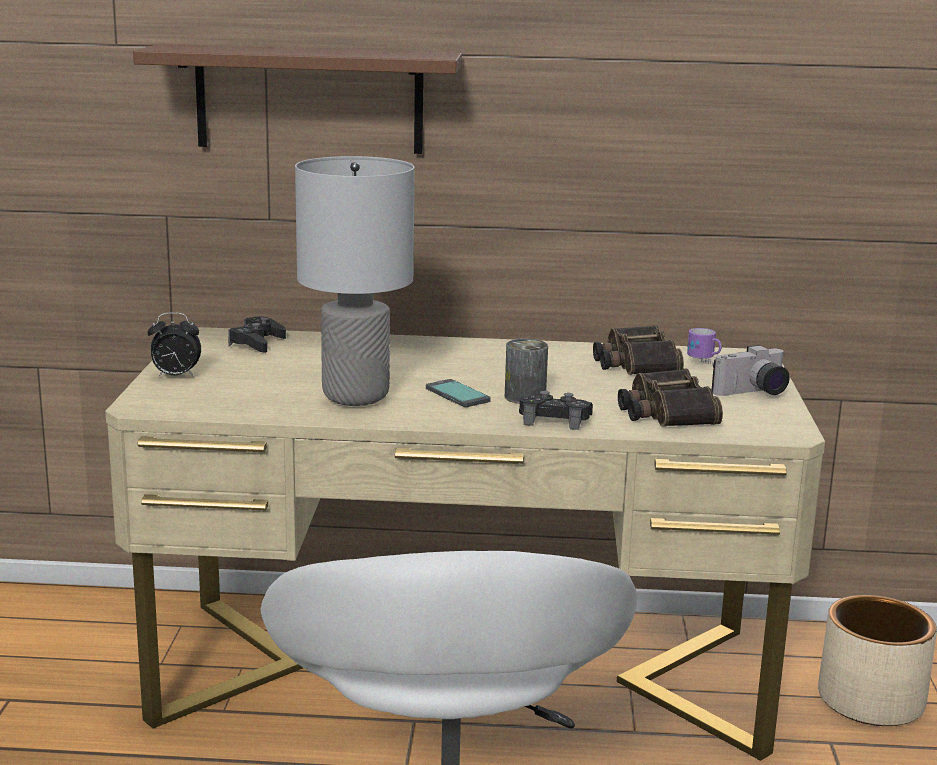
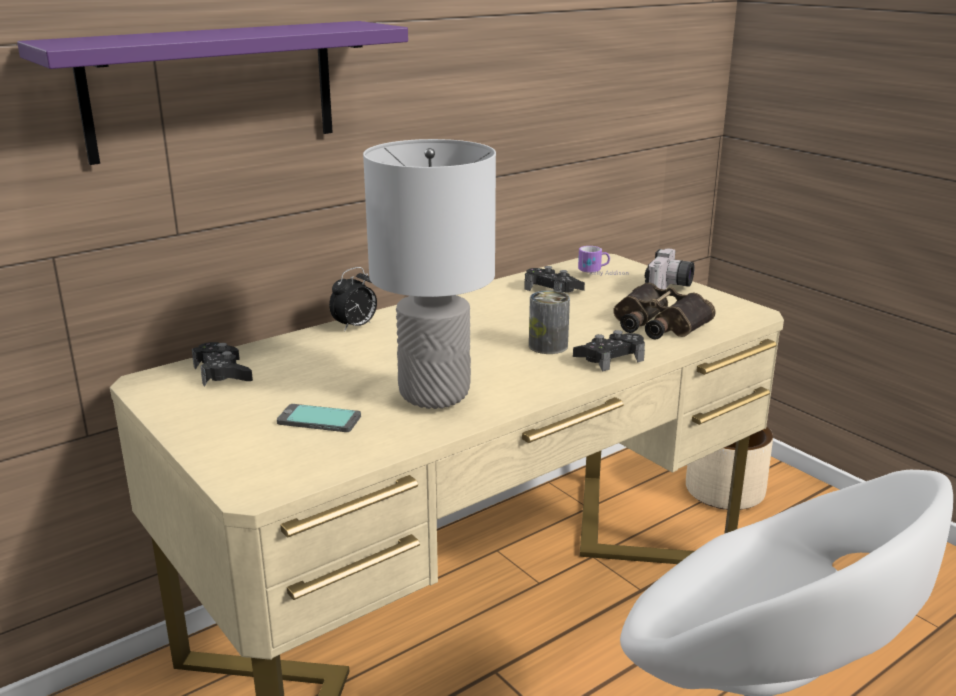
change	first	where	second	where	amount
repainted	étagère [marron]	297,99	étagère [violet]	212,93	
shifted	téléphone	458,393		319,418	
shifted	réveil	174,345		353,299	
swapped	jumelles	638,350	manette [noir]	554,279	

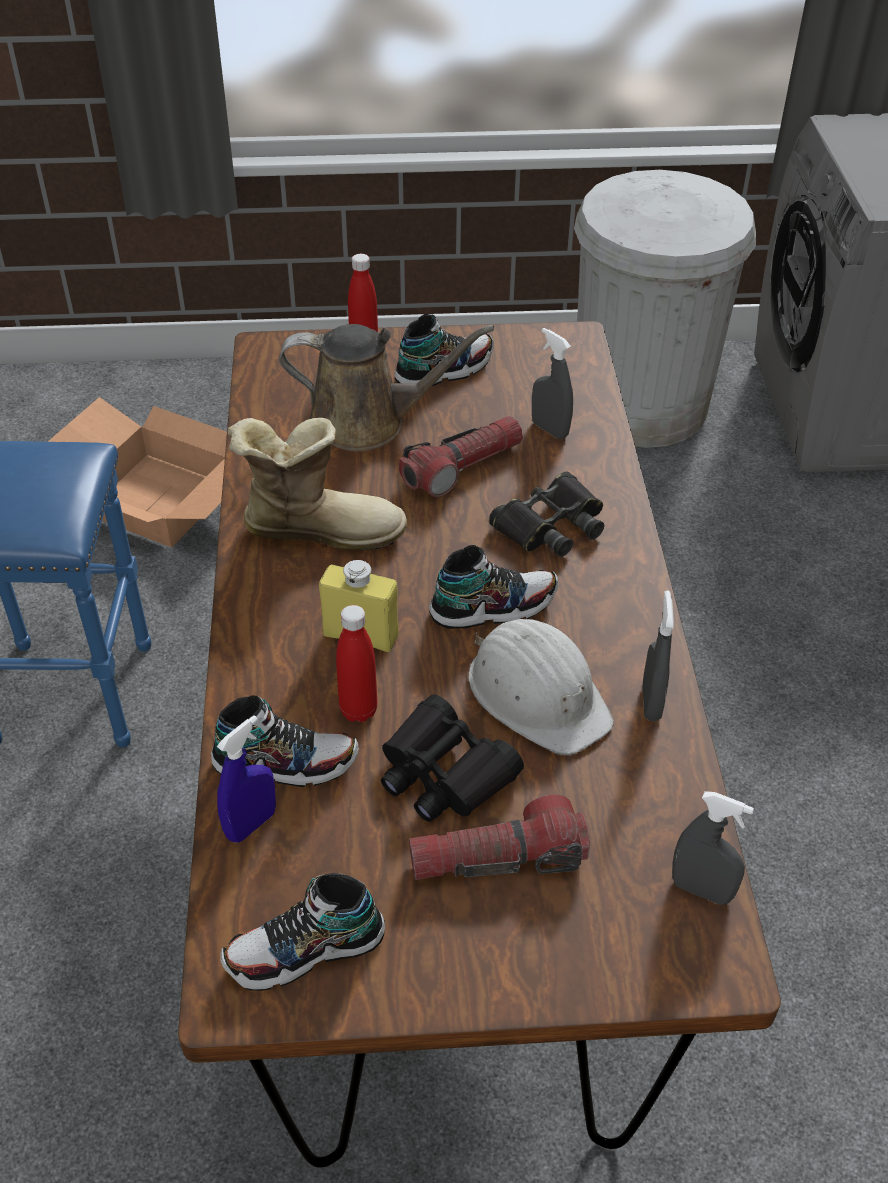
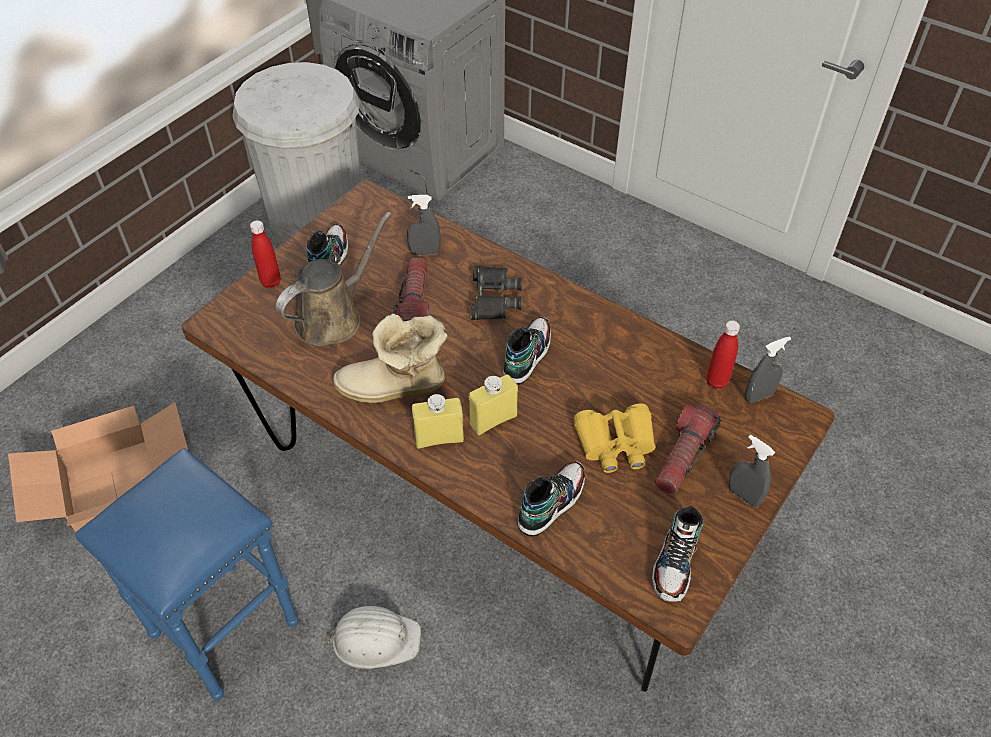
change	first	where	second	where	amount
shifted	casque de chantier [blanc]	541,687		373,637	
rotated	botte	317,484		390,358	135 degrees counterclockwise
new			bouteille [jaune]	438,421	
repainted	jumelles [noir]	452,758	jumelles [jaune]	615,438	
shifted	bouteille [rouge]	356,663		723,354	
shifted	vaporisateur [gris]	658,656		752,471	
gone	vaporisateur [bleu]	246,778			

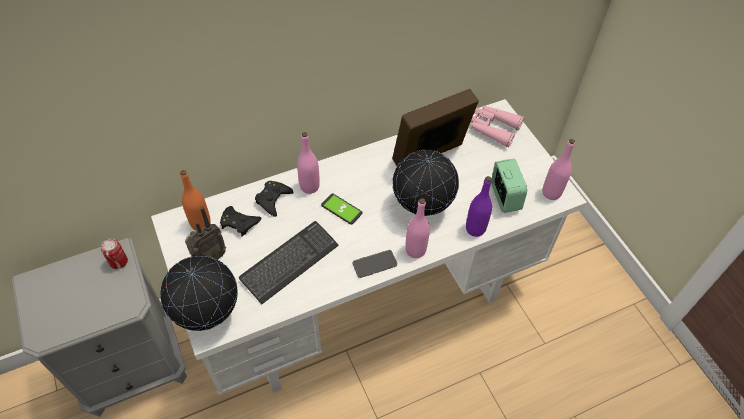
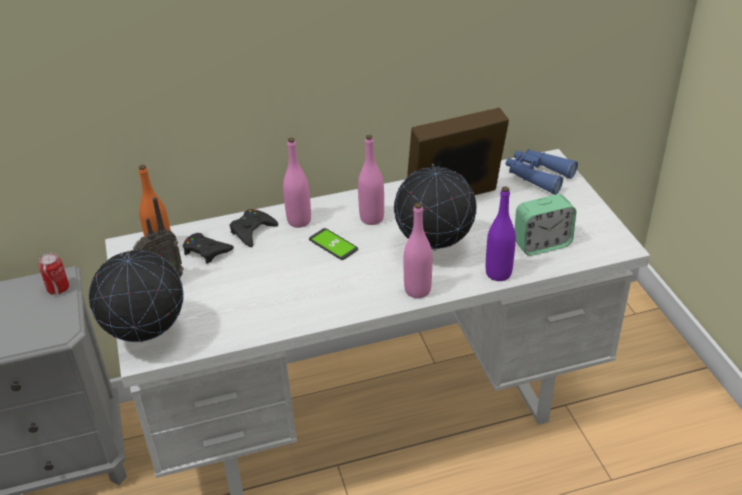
change	first	where	second	where	amount
shifted	bouteille [rose]	558,169		371,180	
repainted	jumelles [rose]	497,126	jumelles [bleu]	542,172	
rotated	réveil	509,186		545,225	75 degrees clockwise
gone	clavier	289,263			
gone	téléphone	375,264			

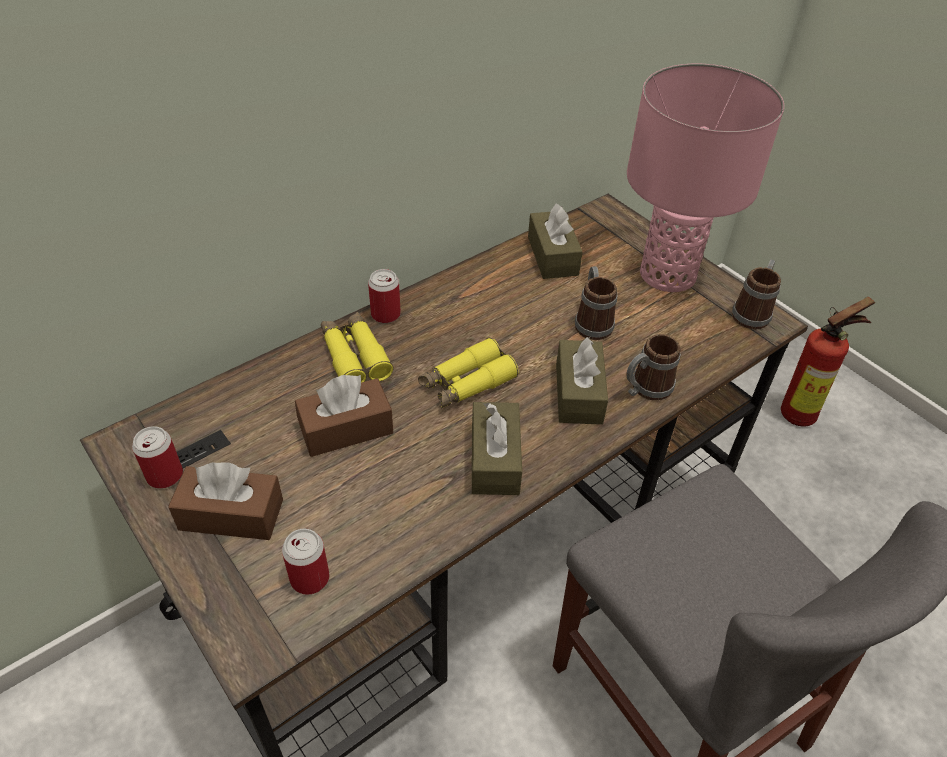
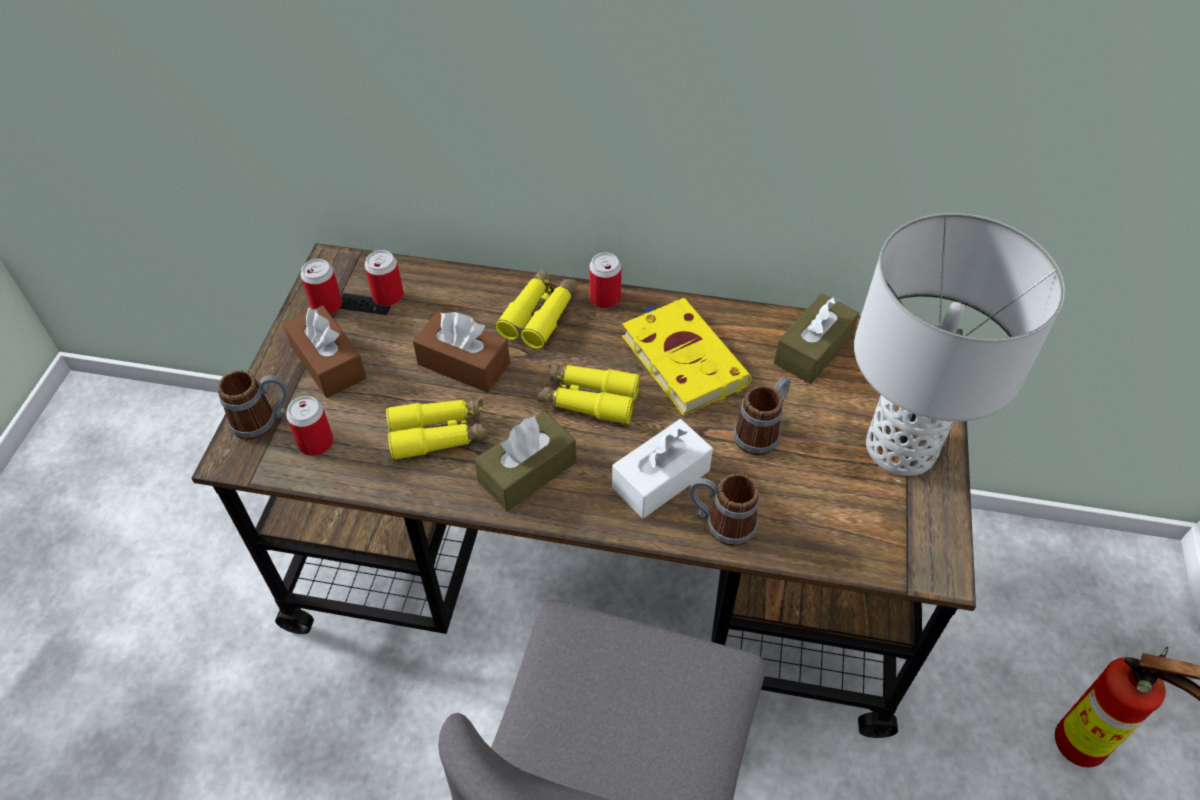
change	first	where	second	where	amount
shifted	mug	756,294		252,405	
new			boîte métallique	384,278	
new			jumelles [jaune]	437,429	
repainted	boîte à mouchoirs [marron]	582,381	boîte à mouchoirs [blanc]	662,468	
new			livre [jaune]	687,357	
repainted	lampe de table [rose]	705,178	lampe de table [blanc]	959,344	

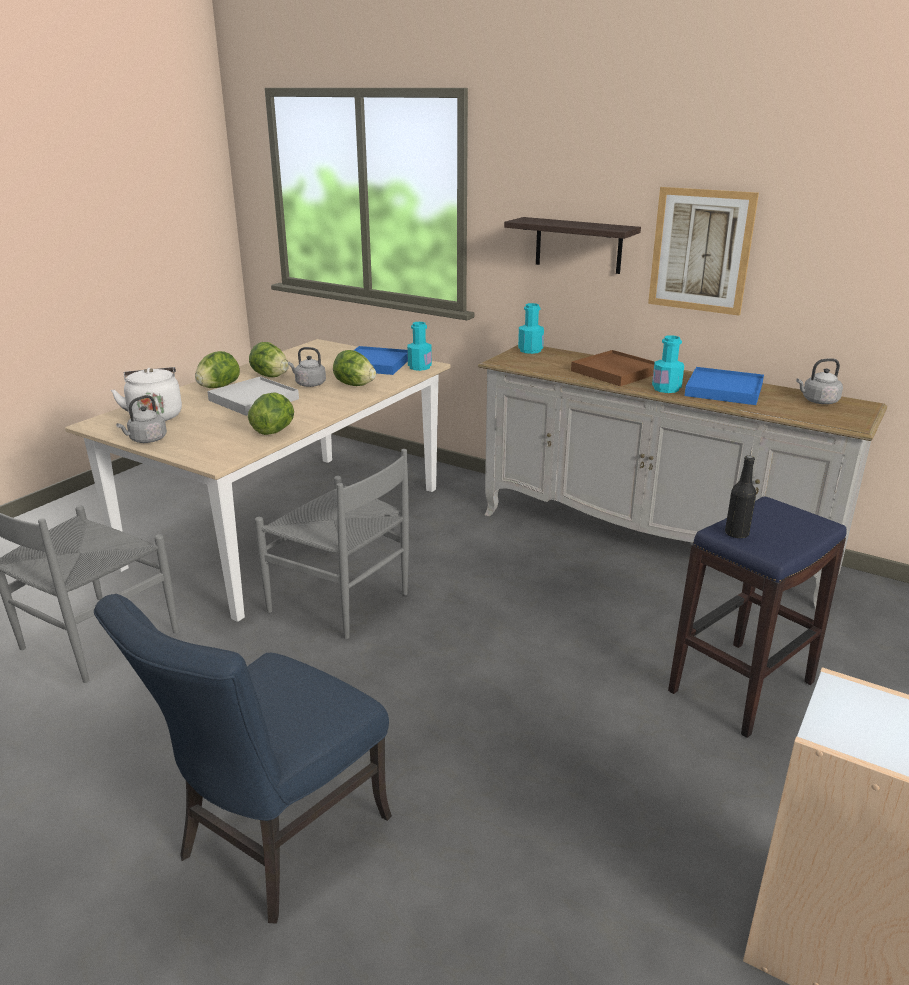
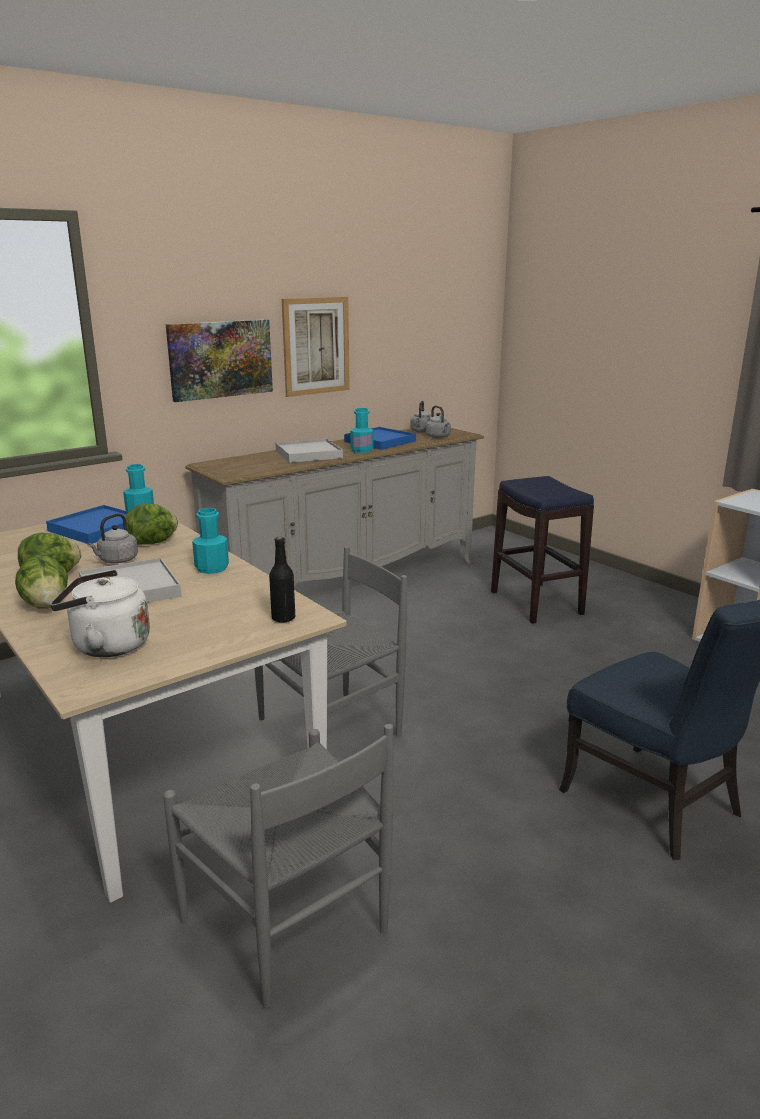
change	first	where	second	where	amount
swapped	étagère	572,245	tableau	219,360	
shifted	bouteille [turquoise]	531,328		210,541	
shifted	bouteille [noir]	740,496		282,579	
repainted	plateau [marron]	613,368	plateau [blanc]	309,451	
shifted	bouilloire [gris]	141,419		438,421	
gone	laitue	271,413			

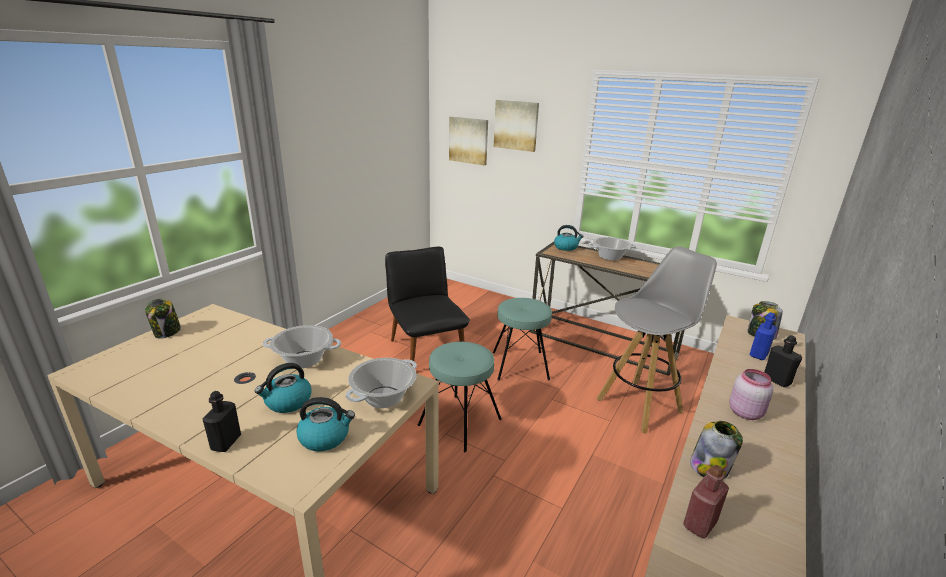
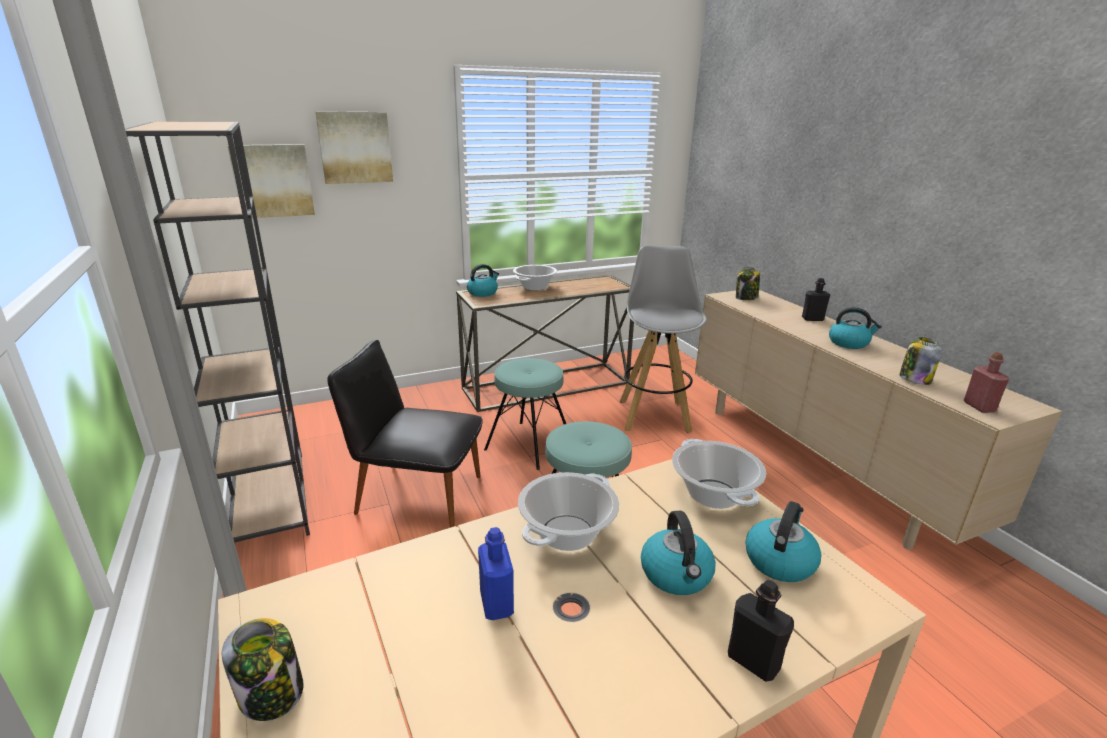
change	first	where	second	where	amount
new			bibliothèque	217,332	
shifted	bouteille [bleu]	763,336		496,573	
swapped	bocal [rose]	751,394	bouilloire	855,328	

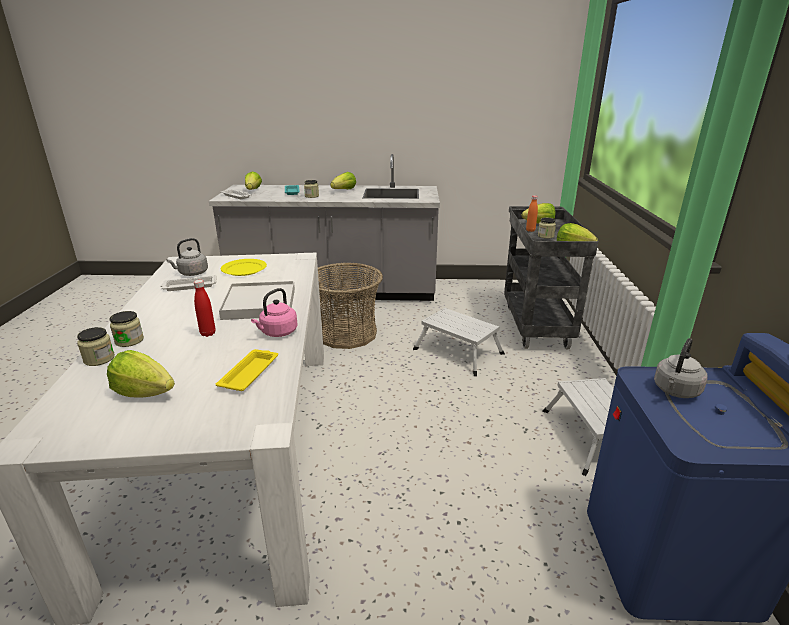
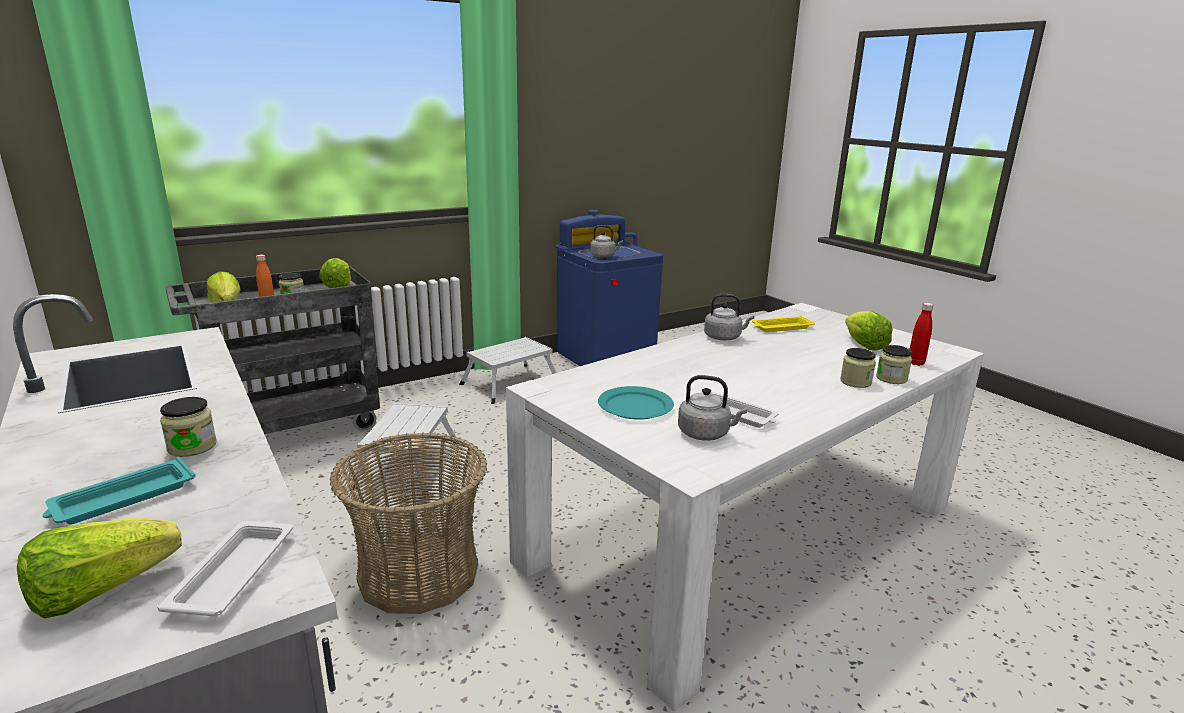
change	first	where	second	where	amount
repainted	assiette [jaune]	244,267	assiette [turquoise]	636,403	
repainted	bouilloire [rose]	274,312	bouilloire [gris]	729,317	
shifted	bouteille [rouge]	205,308		921,334	
gone	plateau [blanc]	257,300			
gone	laitue	343,180			

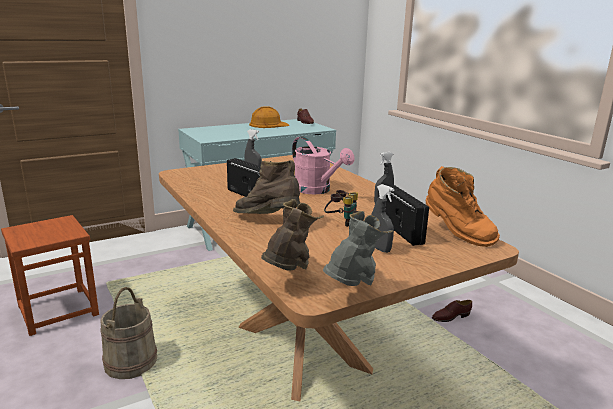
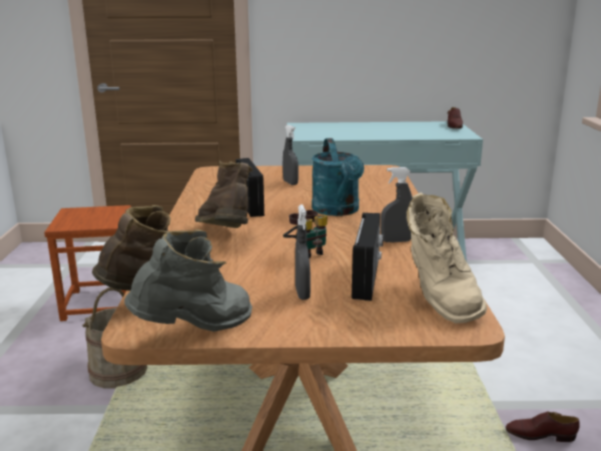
change	first	where	second	where	amount
repainted	arrosoir [rose]	323,165	arrosoir [turquoise]	338,177	
repainted	botte [orange]	463,206	botte [beige]	446,257	
gone	casque de chantier [orange]	269,117			

